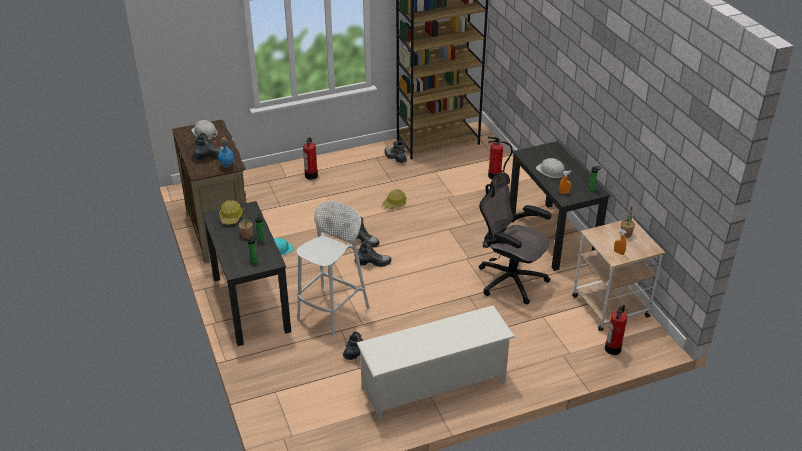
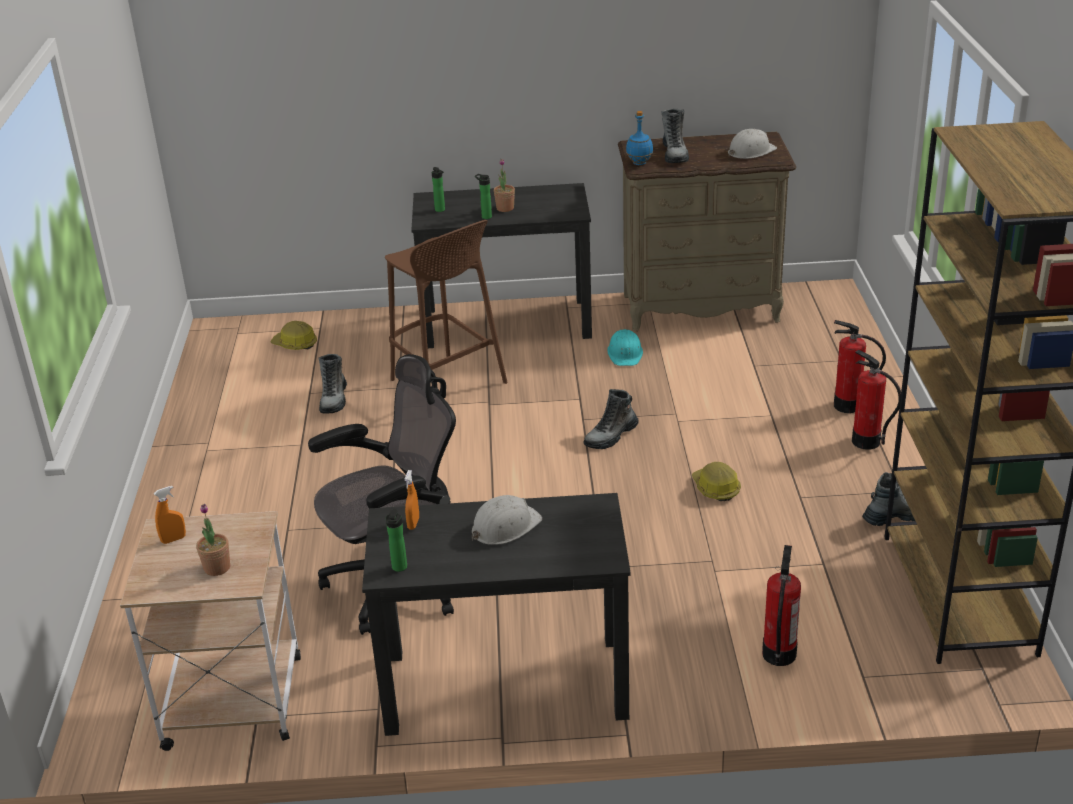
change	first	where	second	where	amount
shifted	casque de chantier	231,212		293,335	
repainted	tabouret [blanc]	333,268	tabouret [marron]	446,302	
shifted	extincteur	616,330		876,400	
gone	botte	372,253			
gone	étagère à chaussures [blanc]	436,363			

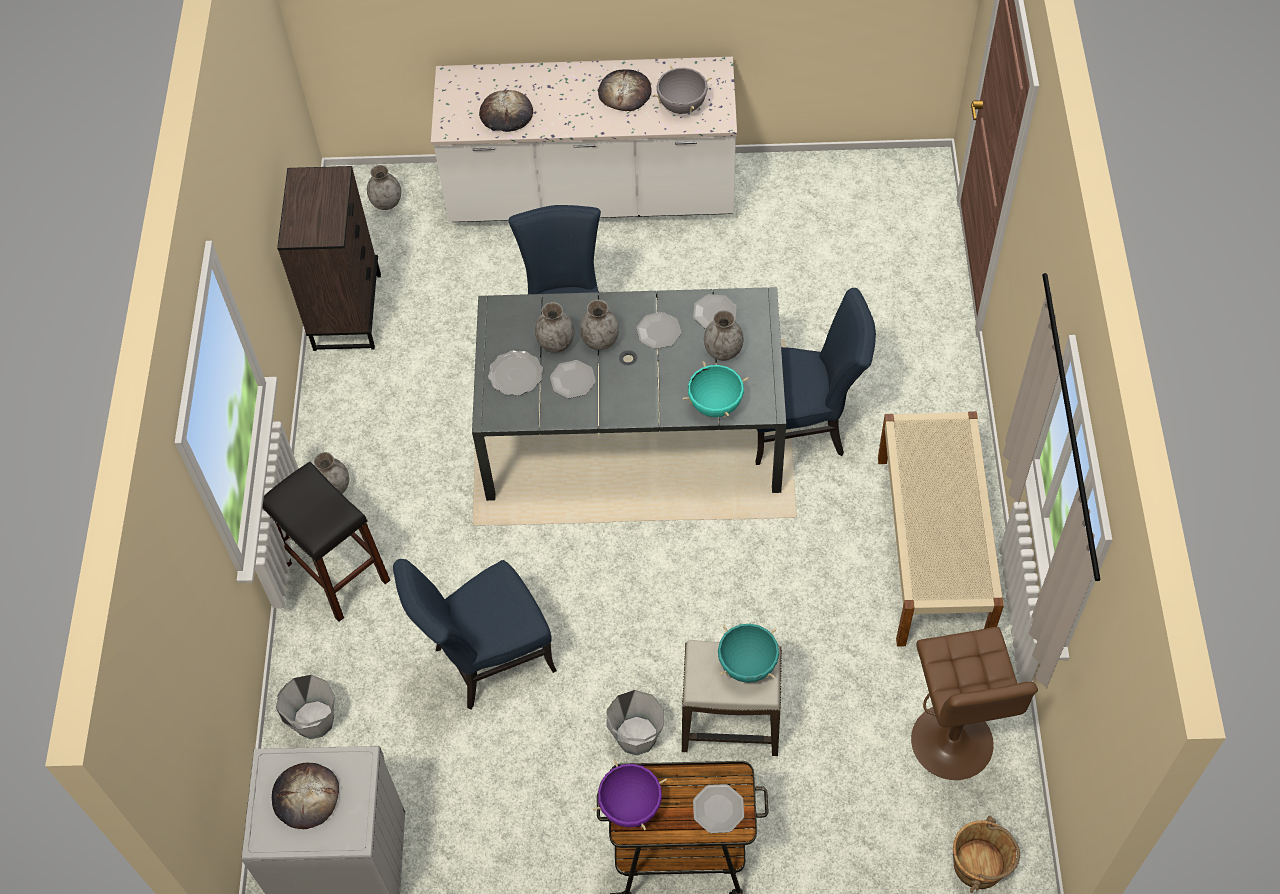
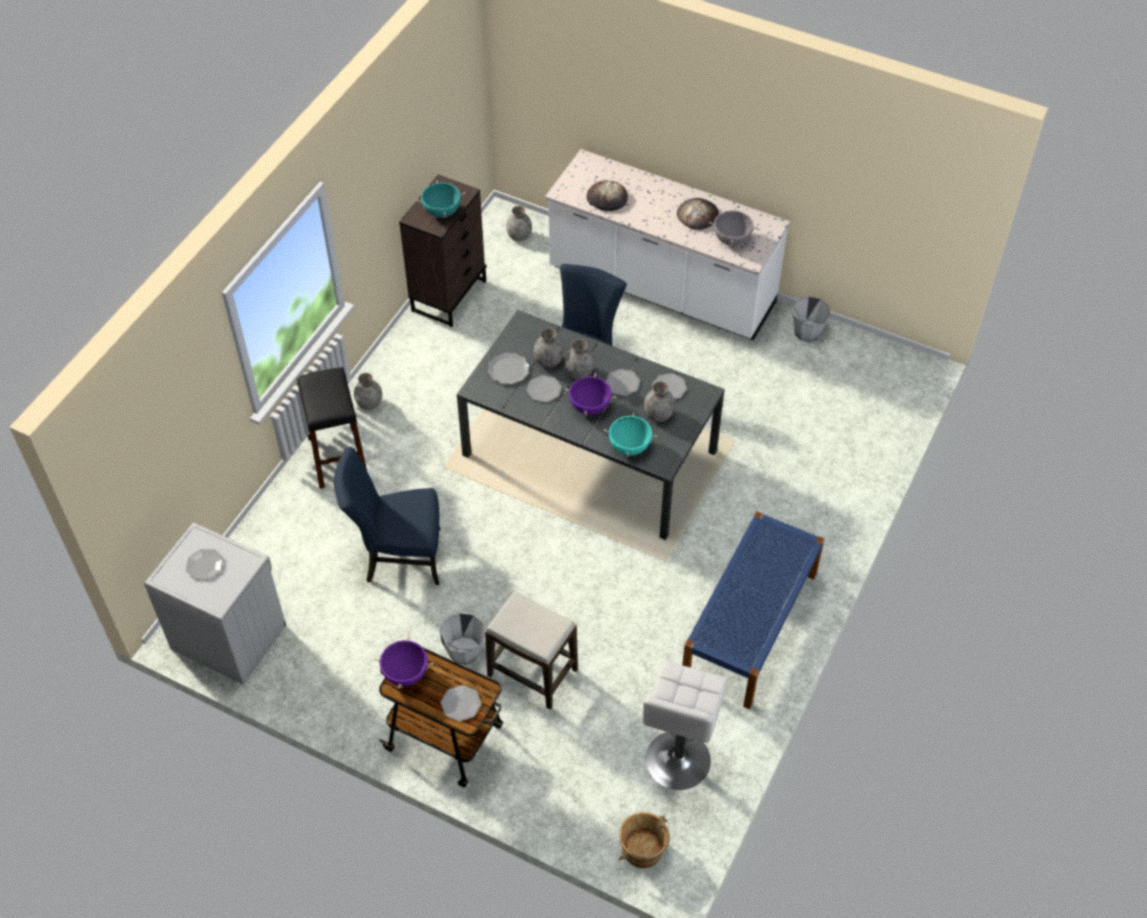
change	first	where	second	where	amount
swapped	pain	305,796	assiette	204,564	
shifted	marmite [turquoise]	748,653		440,199	
new			marmite [violet]	590,394	
repainted	tabouret [marron]	974,703	tabouret [blanc]	685,725	
repainted	banc [beige]	941,529	banc [bleu]	753,610	
shifted	seau [gris]	305,707		811,319	
gone	chaise [bleu]	815,376			

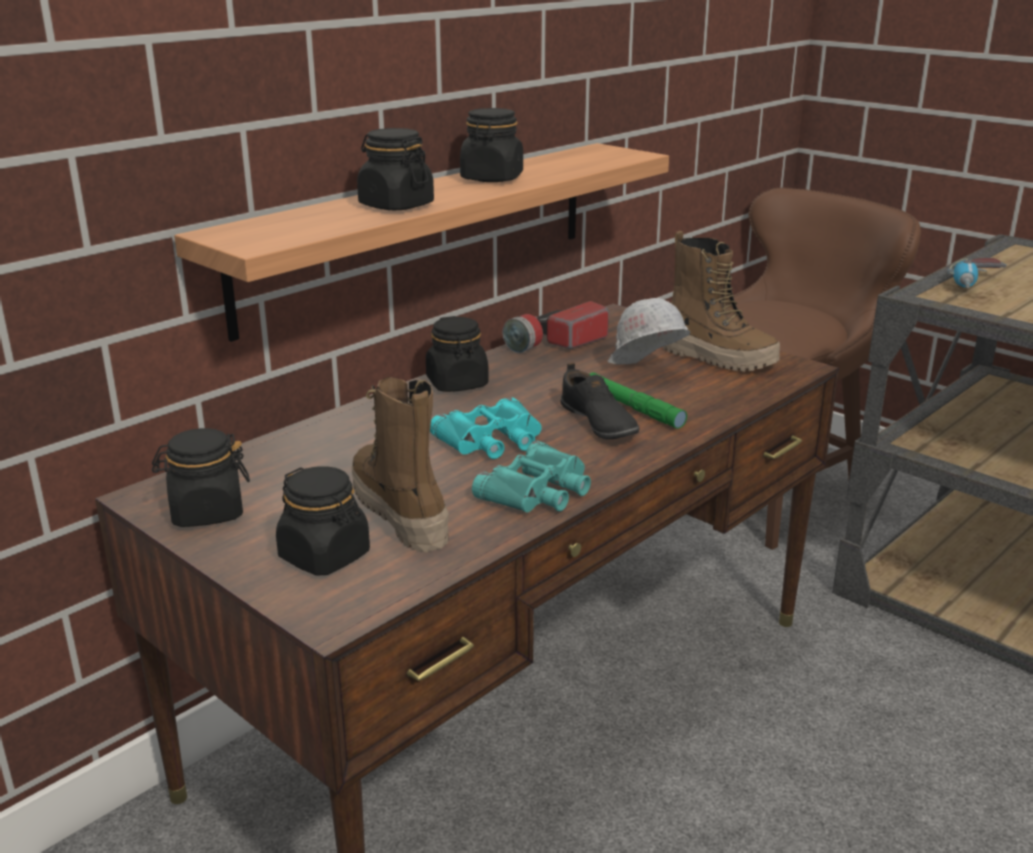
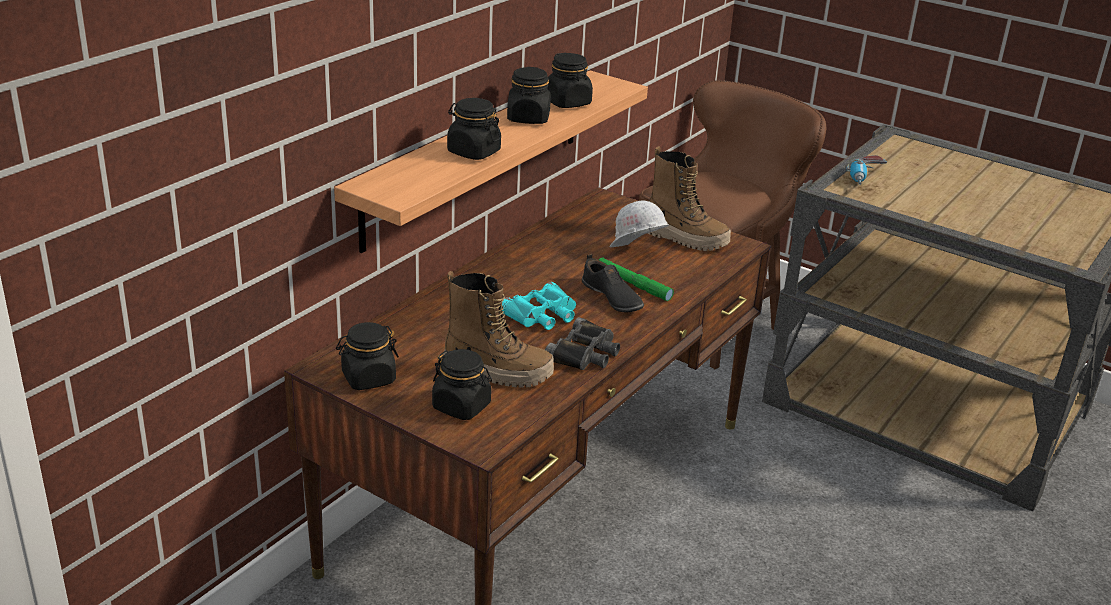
change	first	where	second	where	amount
rotated	botte	400,464		499,329	135 degrees clockwise
repainted	jumelles [turquoise]	531,476	jumelles [noir]	582,343	
shifted	bocal [noir]	457,354		570,80	
gone	lampe de poche	555,327			

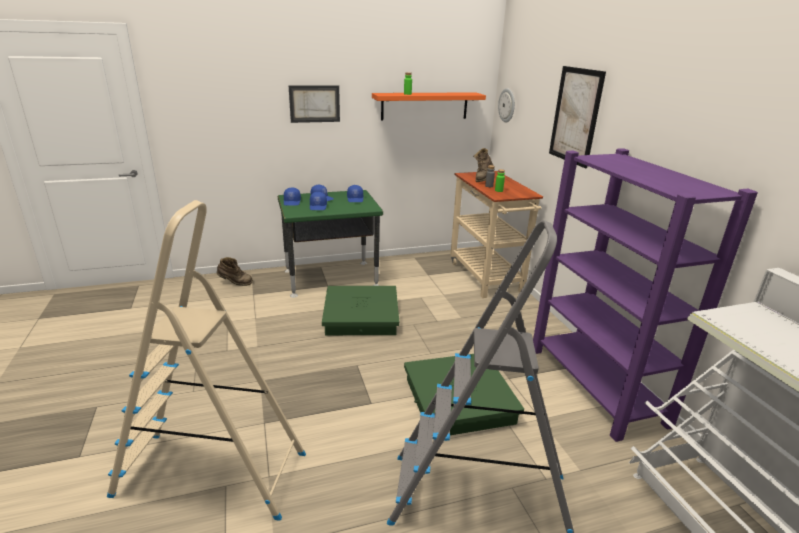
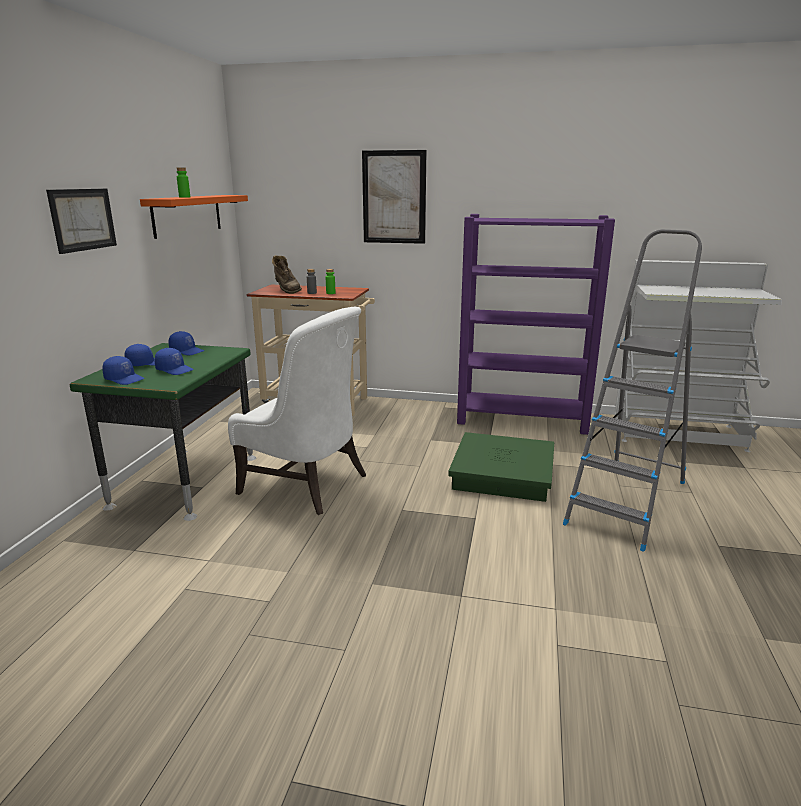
change	first	where	second	where	amount
swapped	boîte de rangement [vert]	360,310	chaise [blanc]	297,411	
gone	escabeau [beige]	206,360			
gone	botte [marron]	235,271			
gone	horloge murale	506,105			

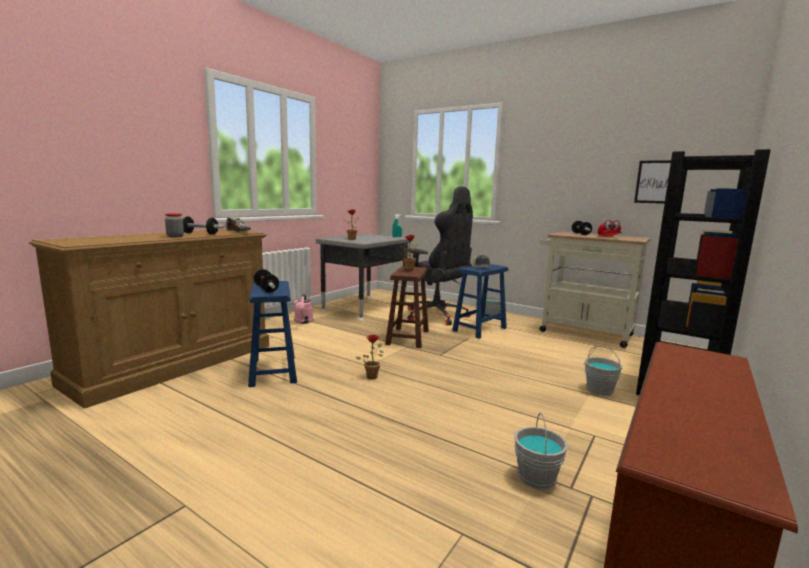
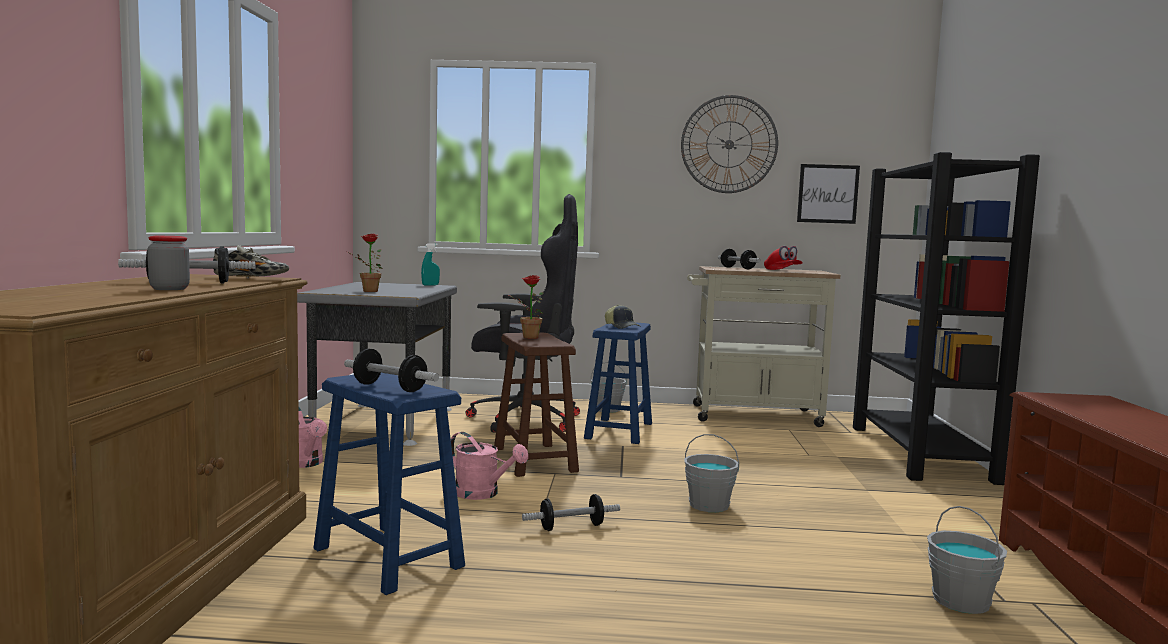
change	first	where	second	where	amount
new			arrosoir [rose]	489,466	
swapped	plante en pot	370,357	haltère	571,512	
new			horloge murale	729,144	
shifted	seau [gris]	603,371		711,473	

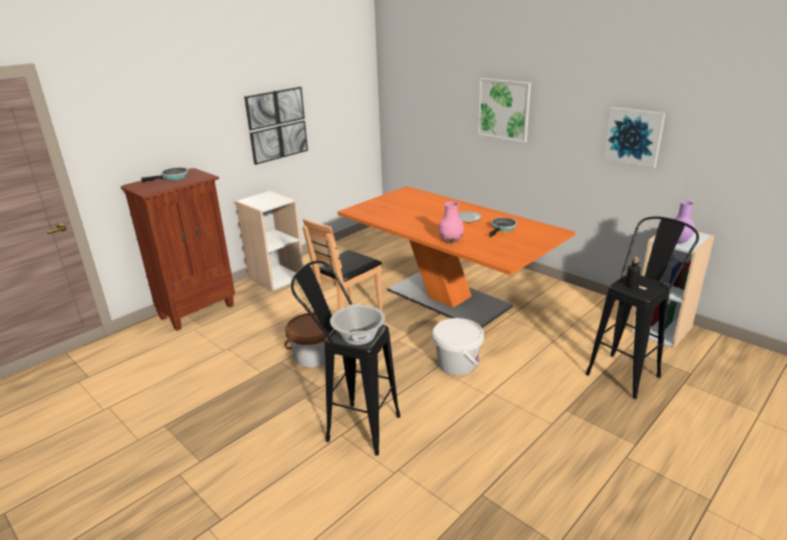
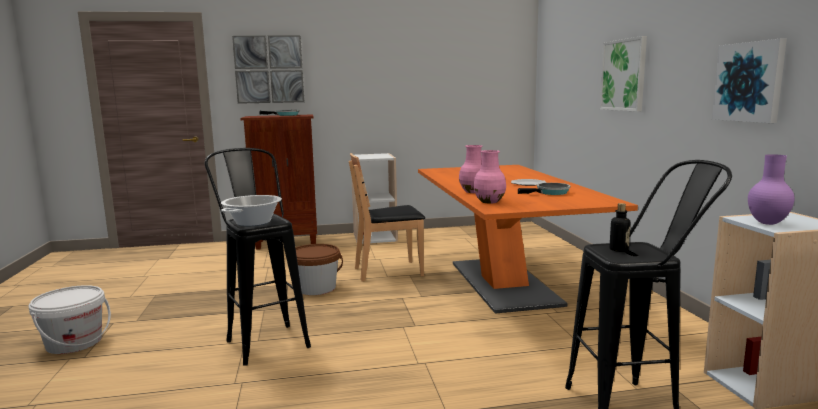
change	first	where	second	where	amount
shifted	seau [blanc]	458,346		69,319	
shifted	tableau	276,126		268,69	
new			vase [rose]	489,176	

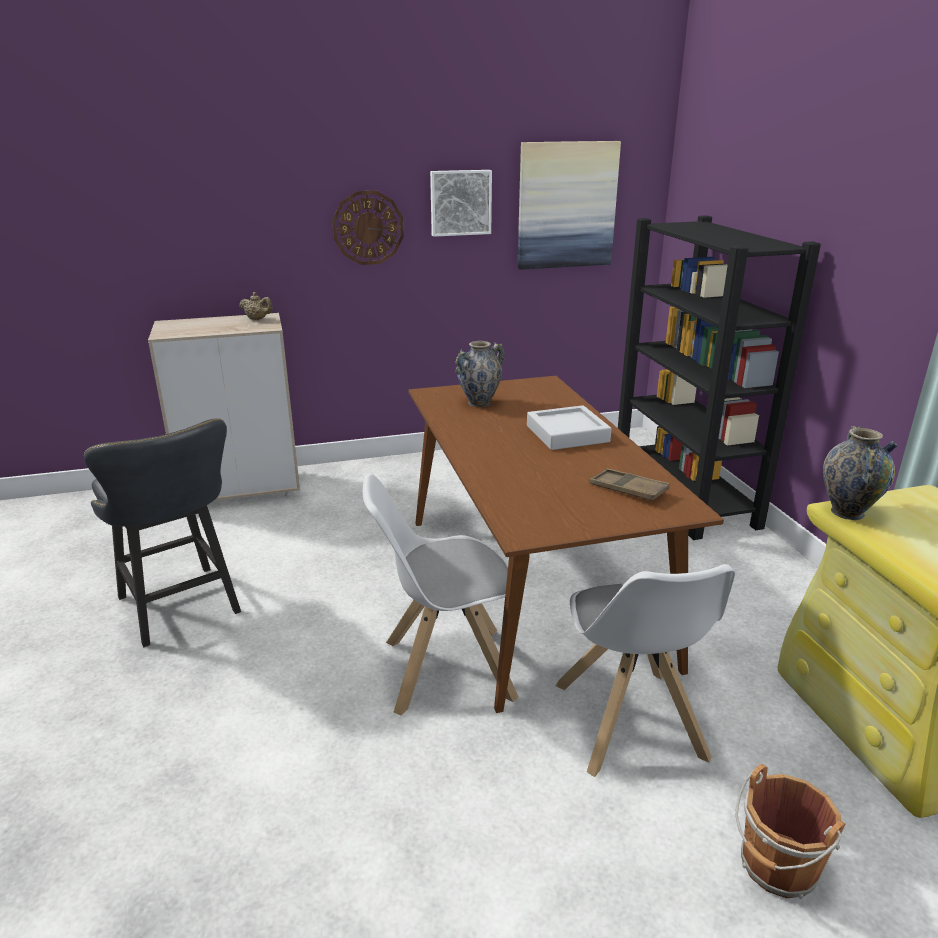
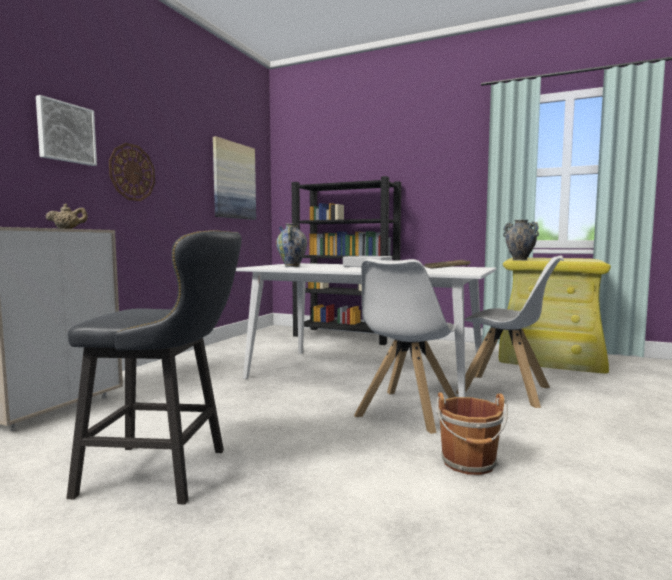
change	first	where	second	where	amount
shifted	tableau	461,203		66,130	
repainted	table à manger [marron]	566,544	table à manger [blanc]	366,330	
shifted	seau [marron]	790,831		472,433	

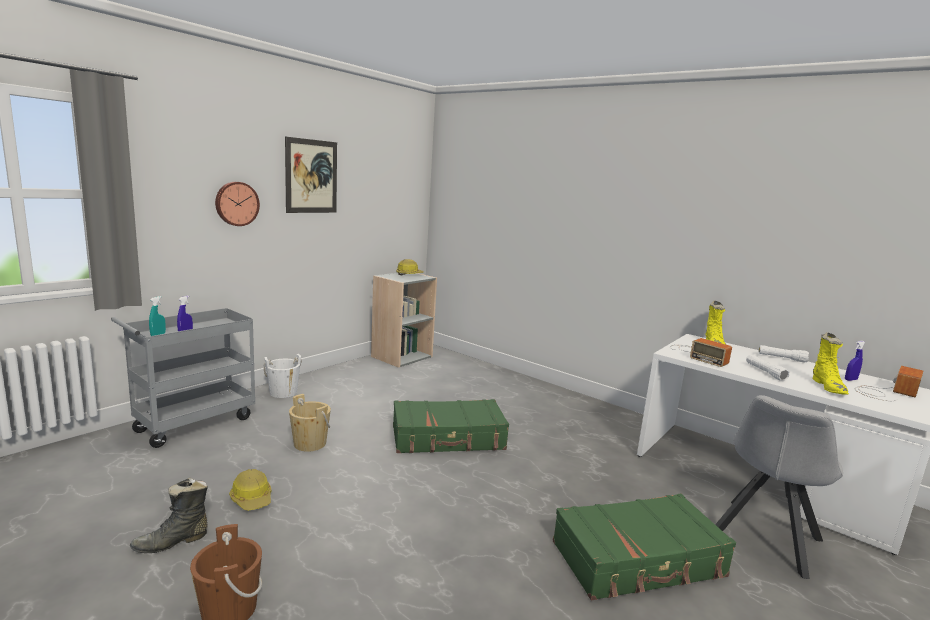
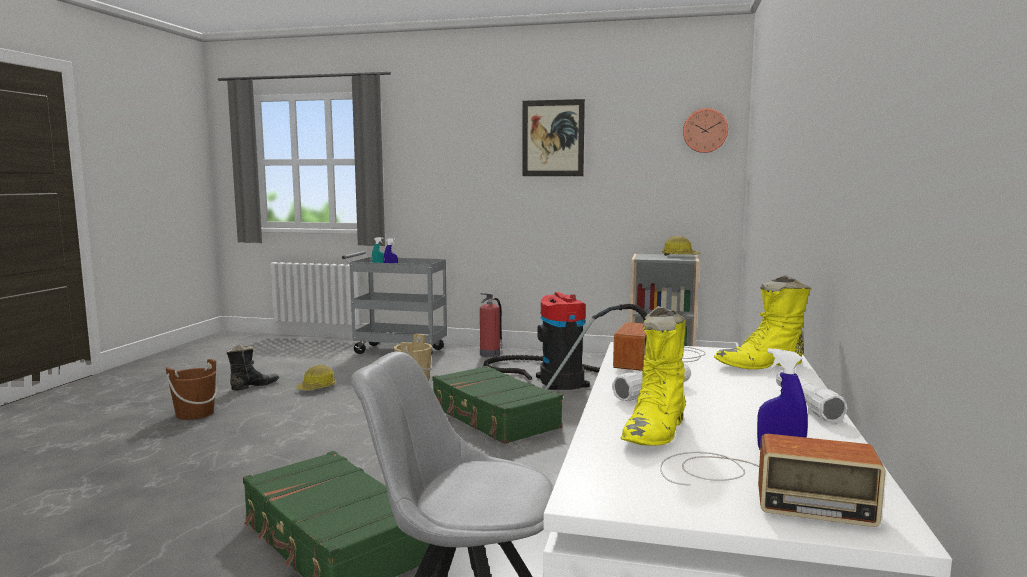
change	first	where	second	where	amount
rotated	botte [noir]	169,515		253,368	105 degrees clockwise
swapped	seau [blanc]	283,376	extincteur	491,325	
new			aspirateur	565,341	
rotated	botte [jaune]	831,363		653,375	45 degrees counterclockwise
shifted	horloge murale	237,204		705,130	

